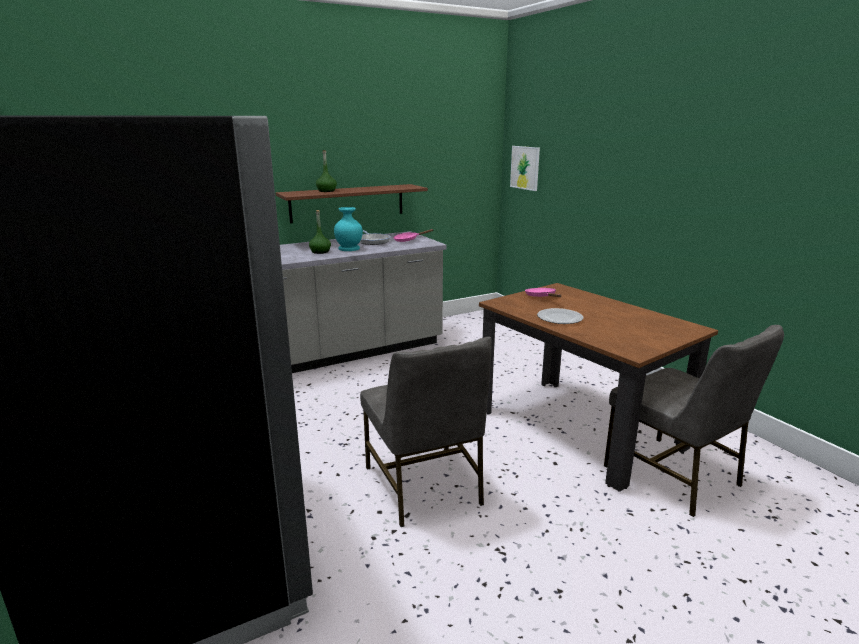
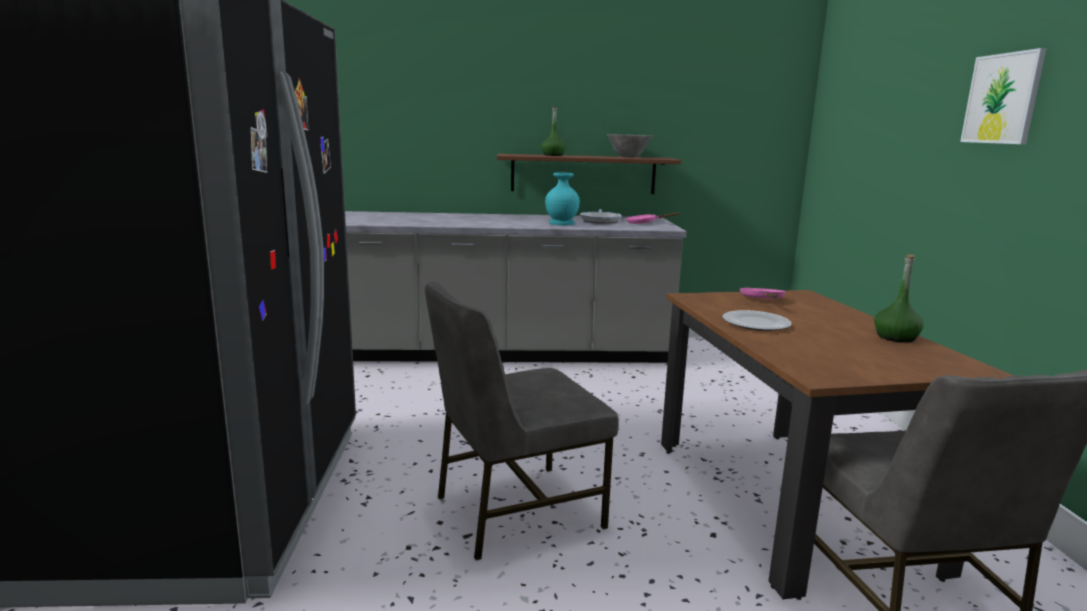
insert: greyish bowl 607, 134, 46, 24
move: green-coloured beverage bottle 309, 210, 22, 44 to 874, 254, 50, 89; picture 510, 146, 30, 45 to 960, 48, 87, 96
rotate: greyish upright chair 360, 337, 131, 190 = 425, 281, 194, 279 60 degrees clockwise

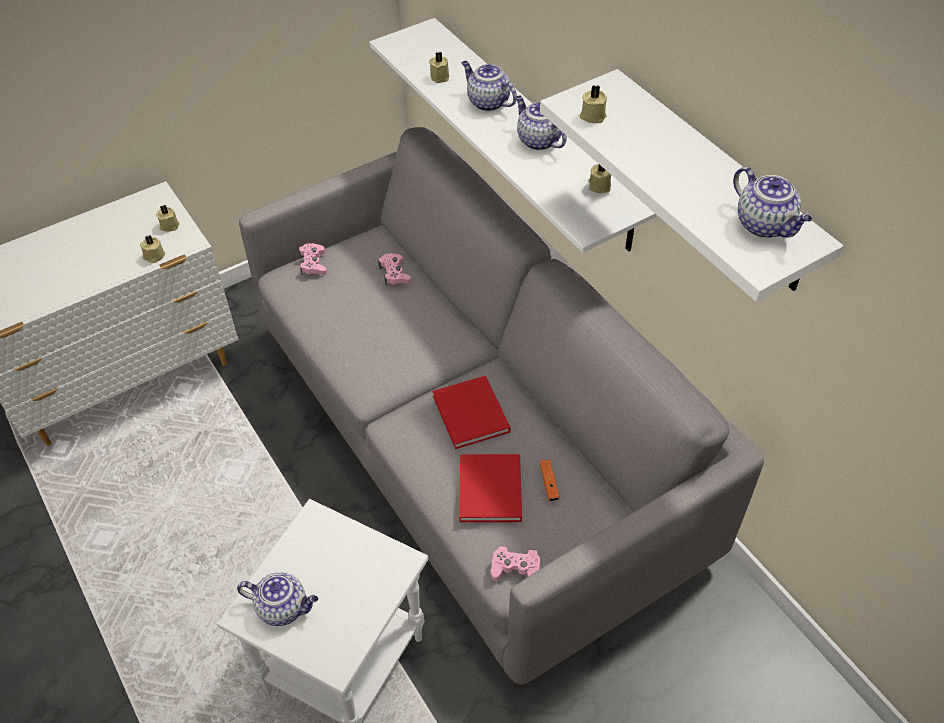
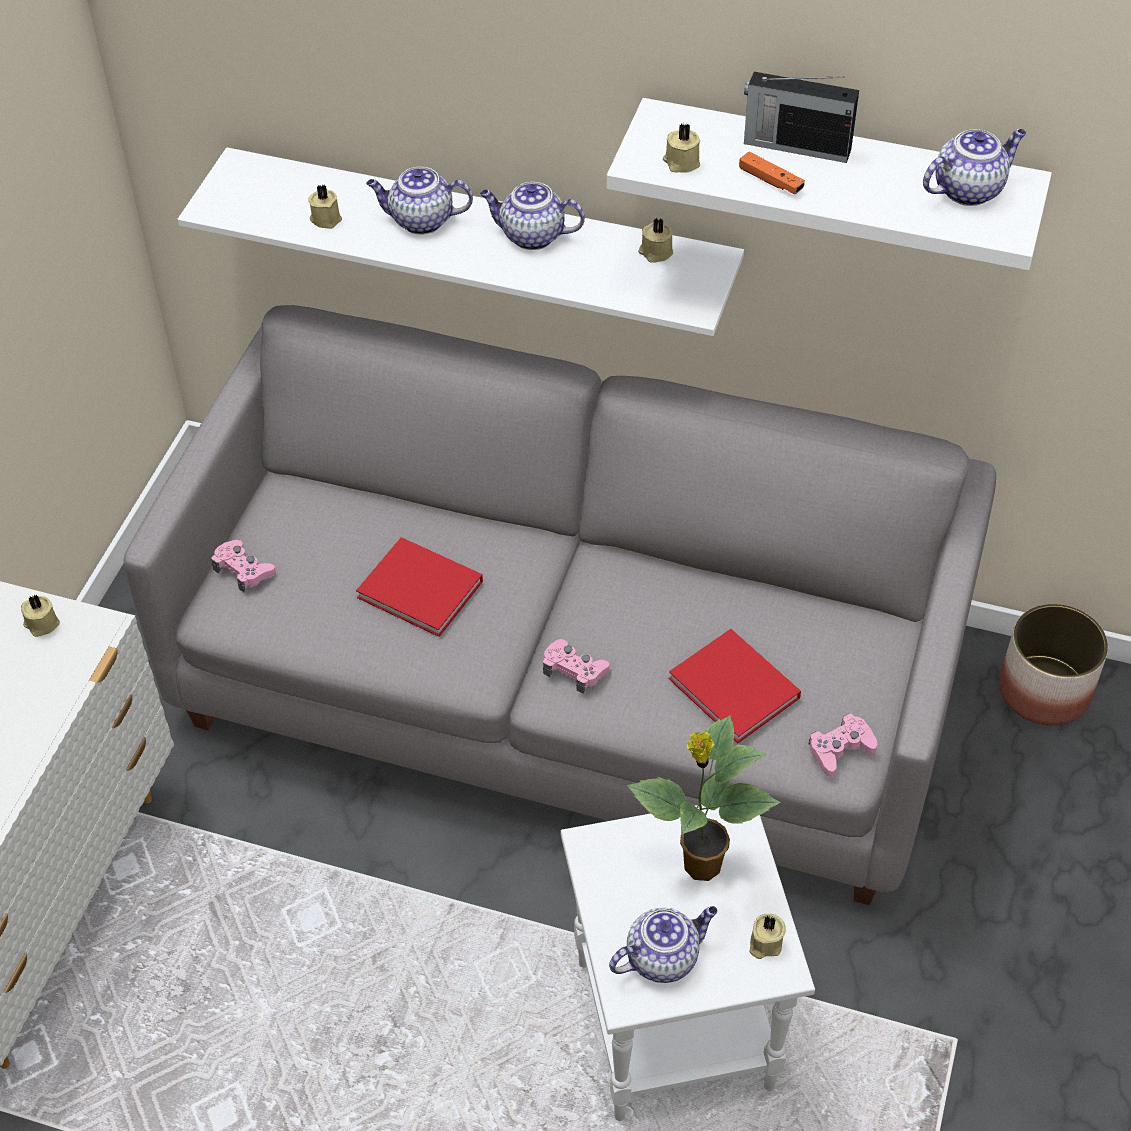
insert: plant in a pot 627, 715, 154, 166; radio set 744, 72, 115, 91; plant pot 999, 604, 109, 122
move: red volume 432, 376, 78, 73 to 356, 537, 127, 100; pinkish game controller 378, 253, 33, 33 to 543, 639, 66, 55; orangey game controller 540, 459, 20, 42 to 739, 152, 66, 42; sand-coloured wax light 140, 235, 25, 28 to 749, 914, 37, 45
rotate: pot for tea 733, 167, 79, 71 = 923, 129, 103, 77 45 degrees counterclockwise

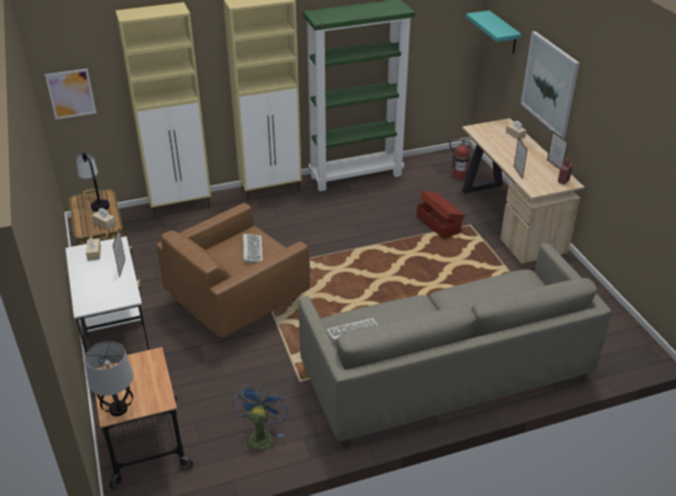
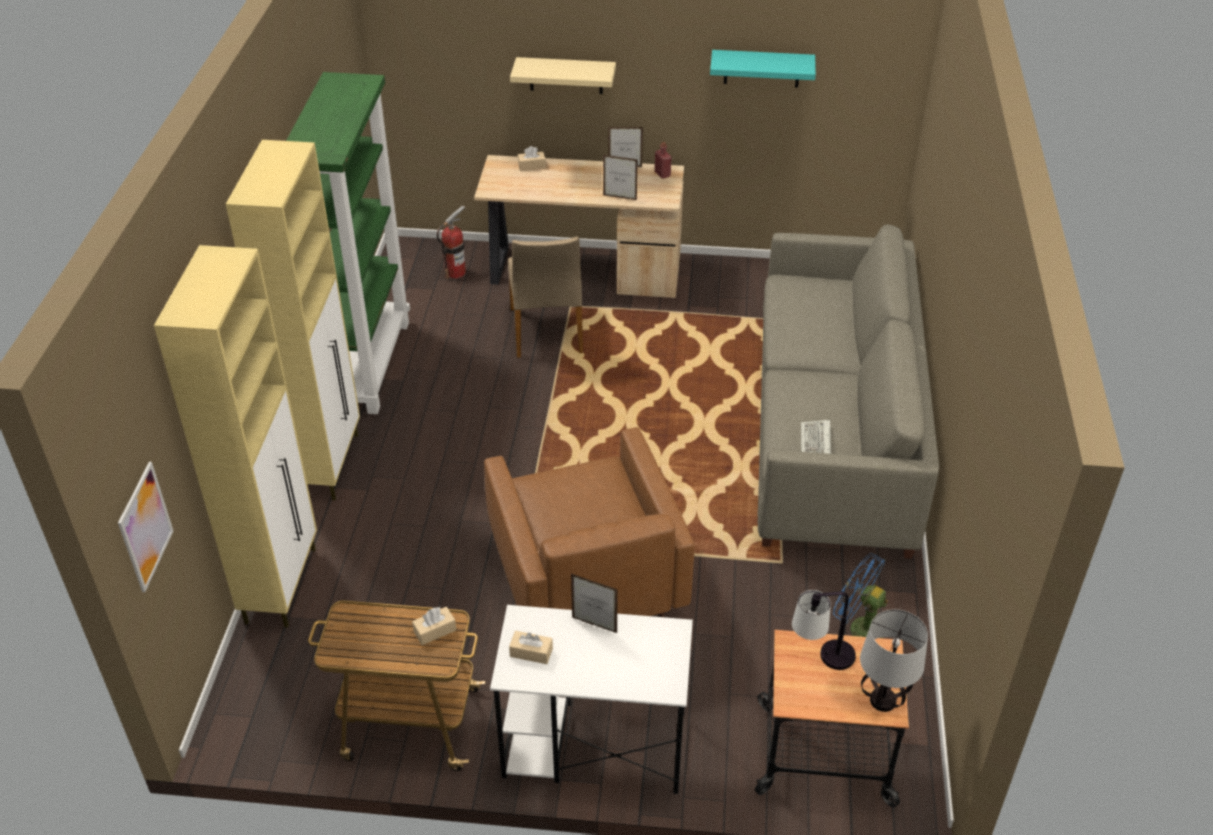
delete: PC keyboard 243, 234, 20, 29
move: blue-green wall shelf 466, 10, 56, 44 to 710, 50, 106, 38; table lamp 76, 152, 34, 60 to 792, 590, 64, 80
replace: brown storage container 417, 191, 48, 48 to sand-coloured upright chair 508, 237, 75, 121; picture 521, 31, 58, 108 to sand-coloured wall shelf 510, 57, 106, 37

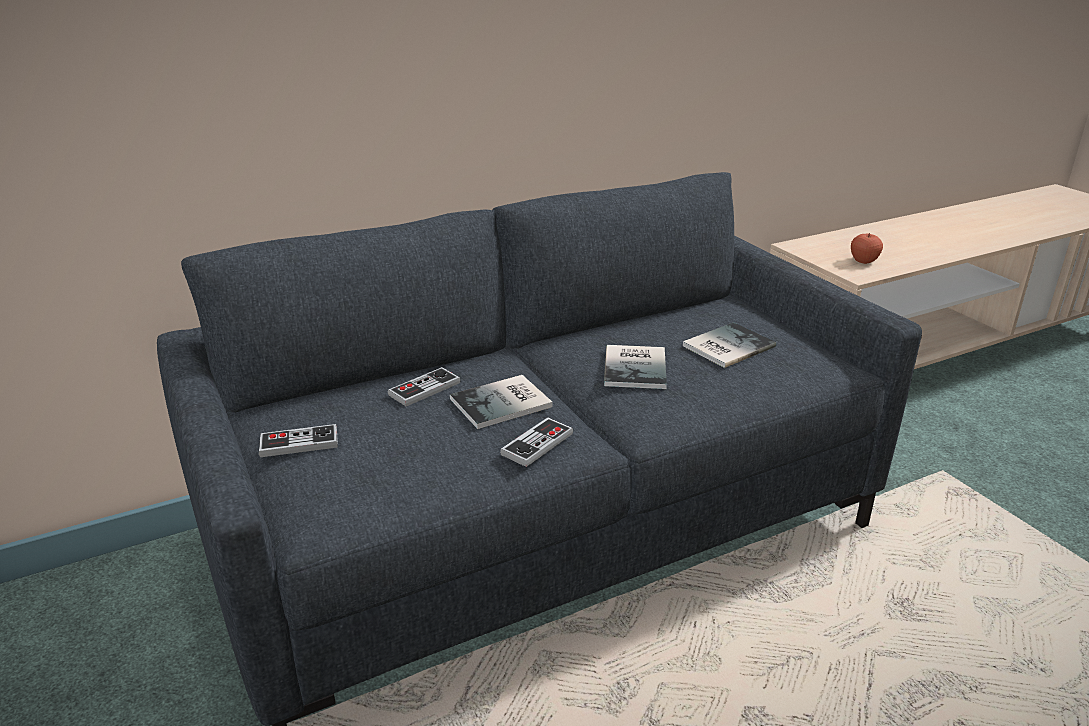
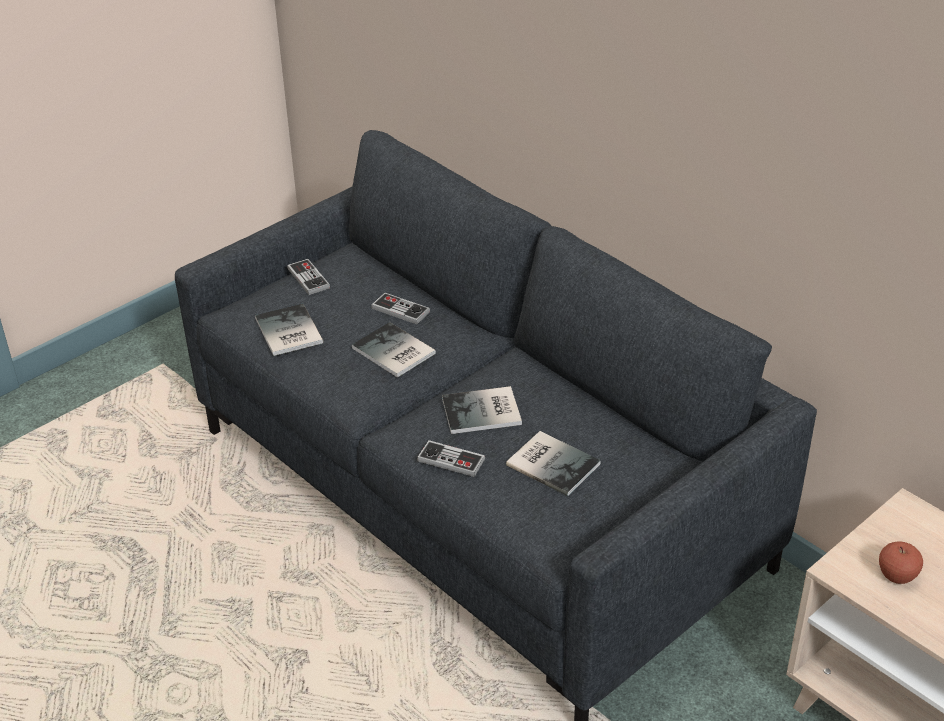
insert: volume 255, 304, 68, 52
move: game controller 500, 417, 73, 50 to 417, 440, 68, 37

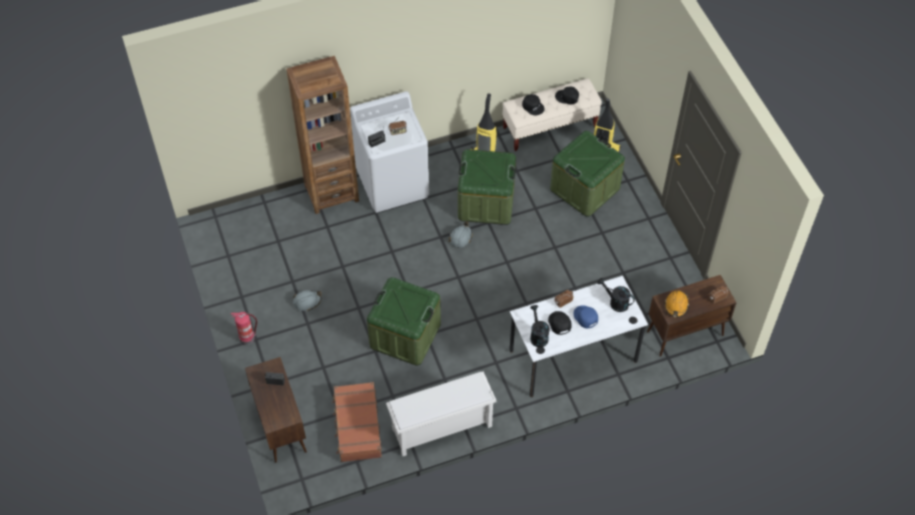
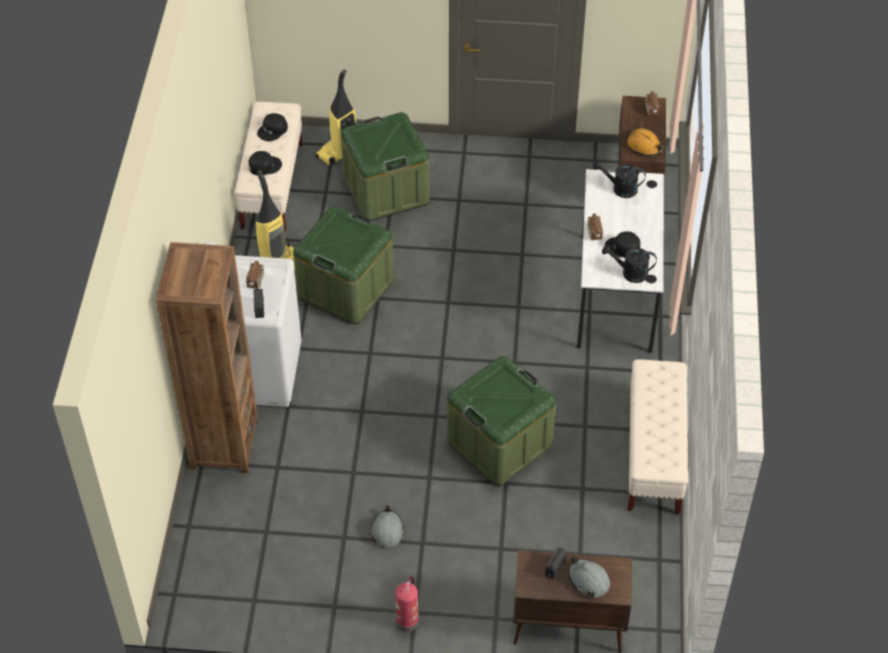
delete: brown piece of luggage 332, 382, 50, 80; bluish peaked cap 573, 305, 25, 24
move: greyish hard hat 449, 222, 23, 26 to 568, 556, 42, 42
replace: whitish shoe shelf 386, 371, 110, 85 to sand-coloured indoor bench 628, 359, 60, 155
rotate: blackish watering pot 597, 278, 38, 34 = 593, 160, 53, 38 45 degrees clockwise

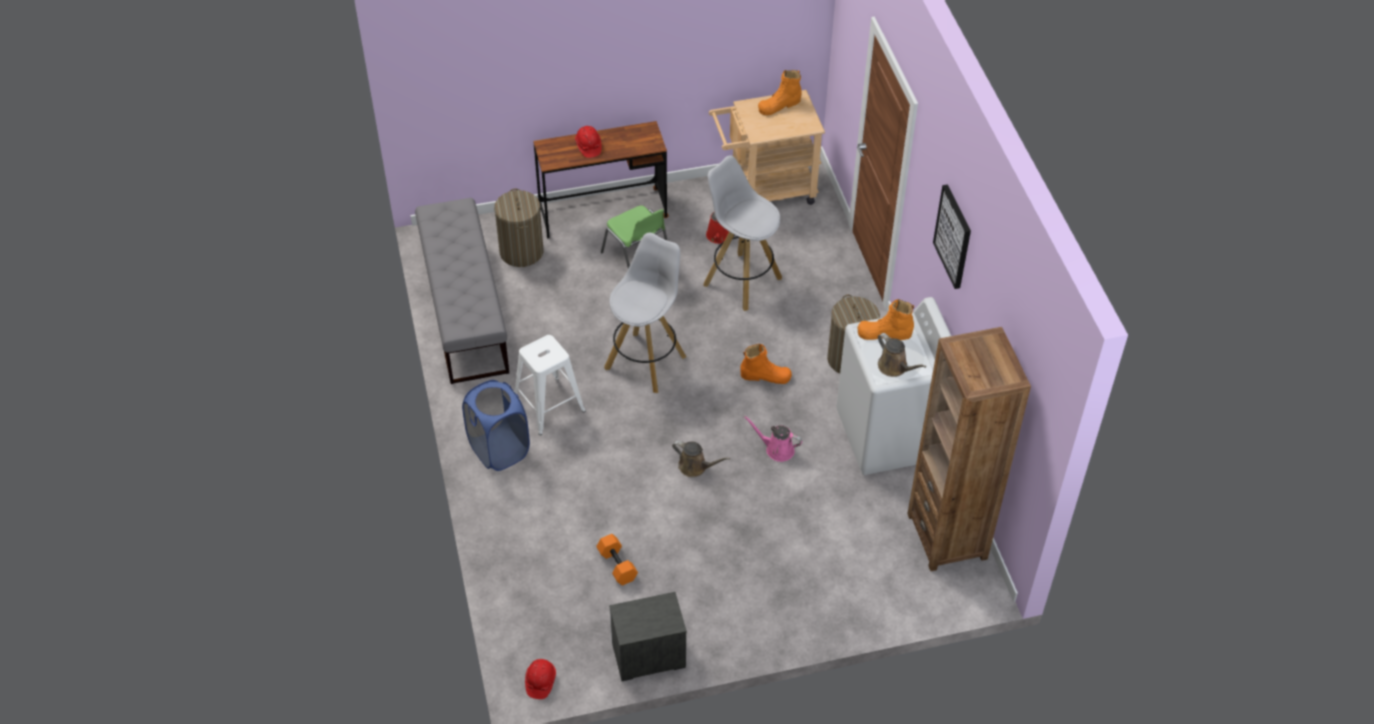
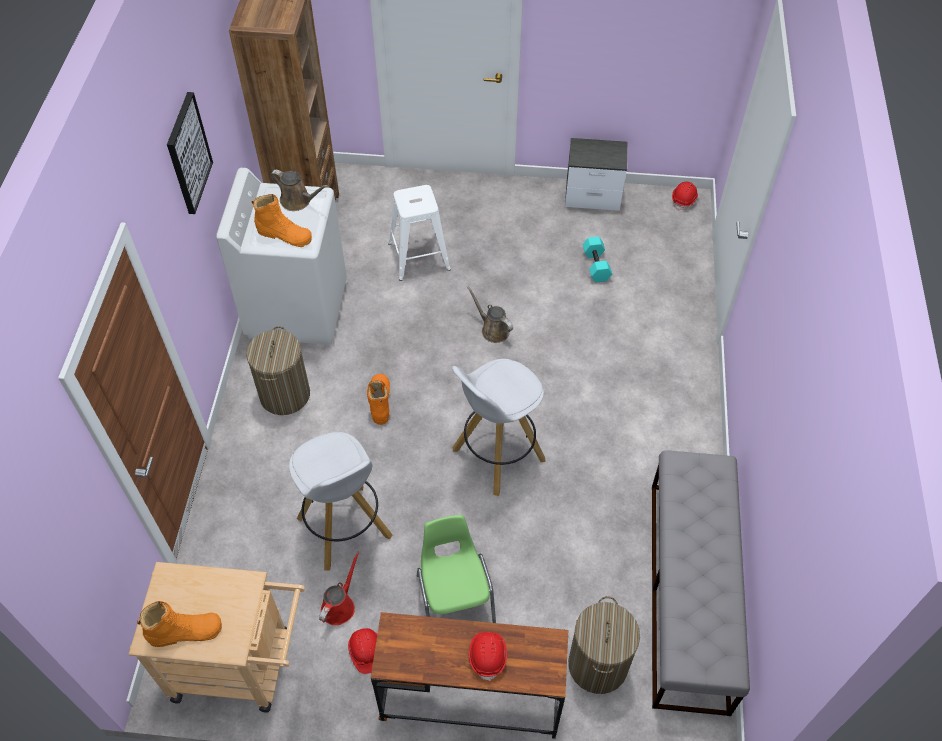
delete: bluish washing basket 462, 380, 68, 91; pinkish watering pot 744, 416, 58, 46
insert: red hard hat 348, 628, 29, 46
move: whitish stool 514, 335, 72, 100 to 388, 185, 63, 96
recolor: orangey dumbbell 596, 534, 42, 51 to blue-green dumbbell 583, 236, 29, 46
rotate: brown watering pot 878, 333, 48, 44 = 270, 170, 58, 41 135 degrees clockwise; orangey boot 740, 344, 52, 40 = 367, 374, 23, 51 60 degrees clockwise

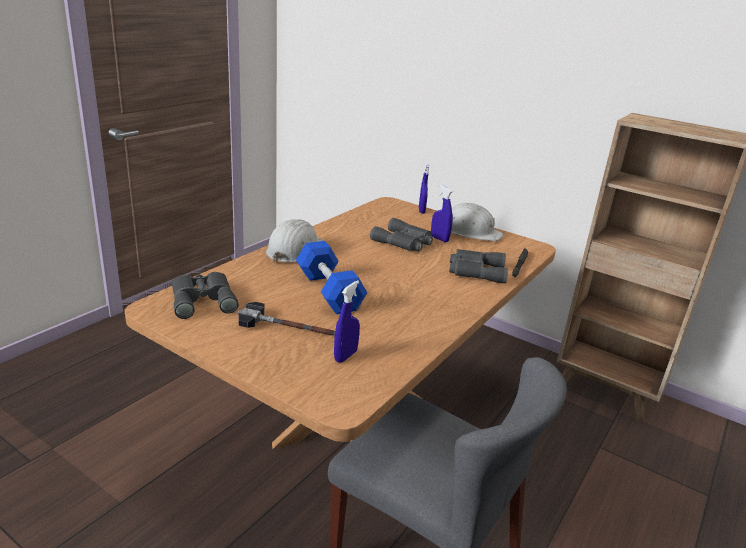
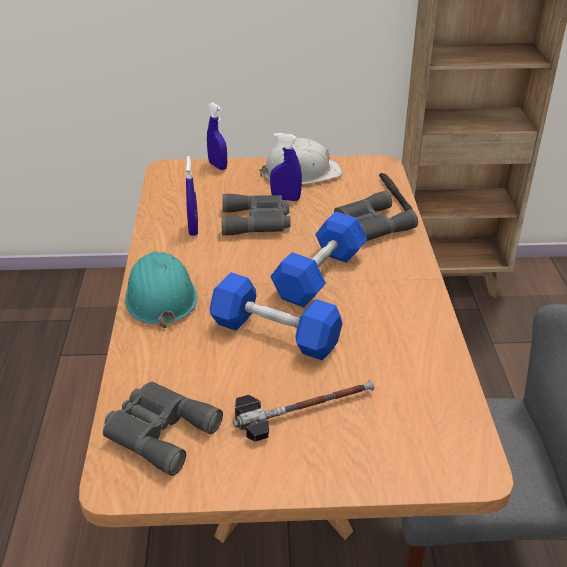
insert: bluish dumbbell 270, 211, 97, 96
move: bluish spray bottle 334, 280, 26, 83 to 186, 156, 12, 80
recolor: whitish hard hat 266, 219, 57, 44 to blue-green hard hat 125, 251, 73, 77

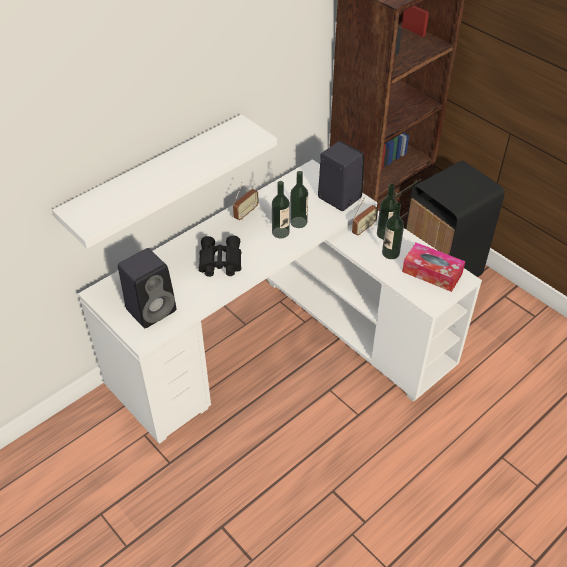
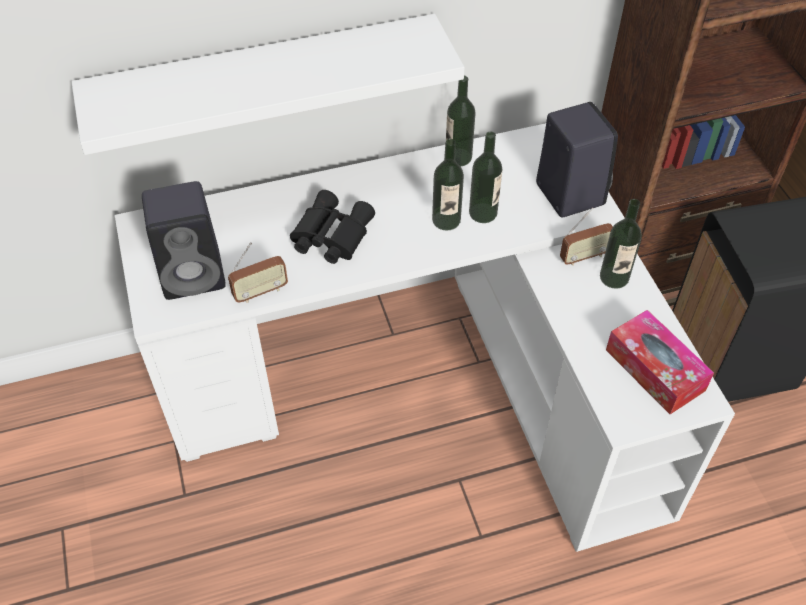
move: radio set 233, 182, 26, 38 to 228, 242, 60, 61; beverage bottle 382, 202, 22, 57 to 446, 76, 30, 90

